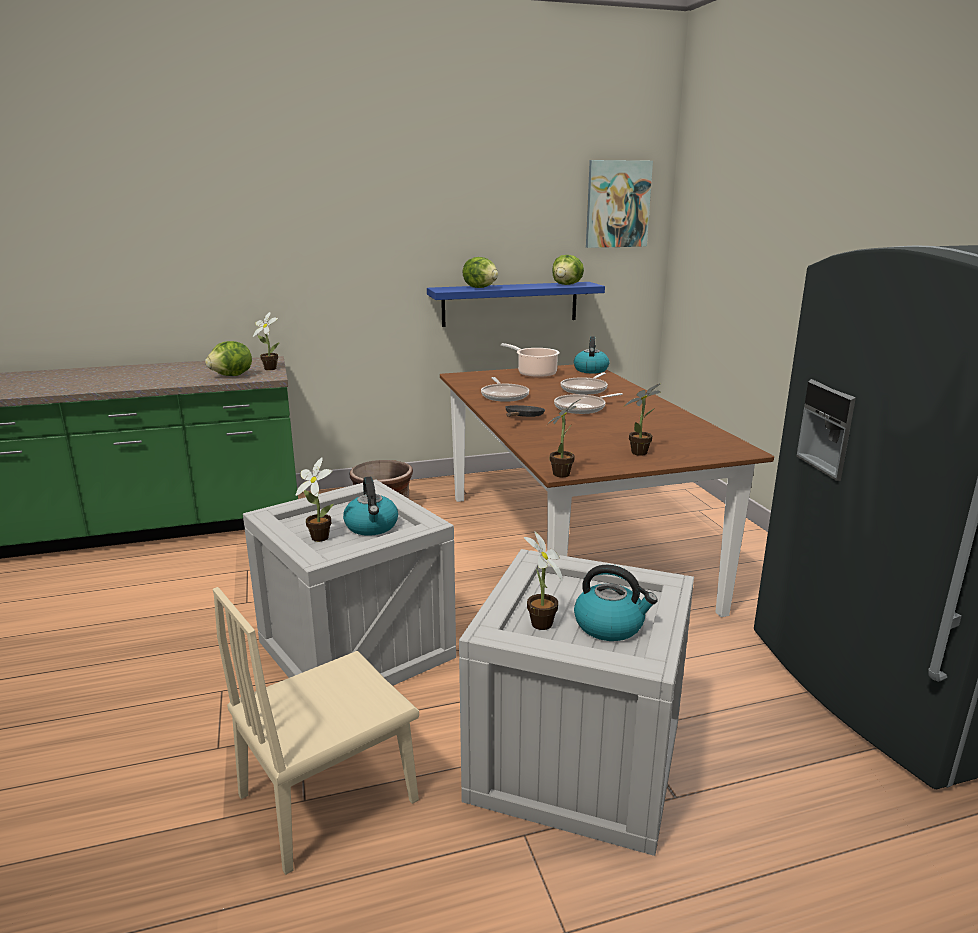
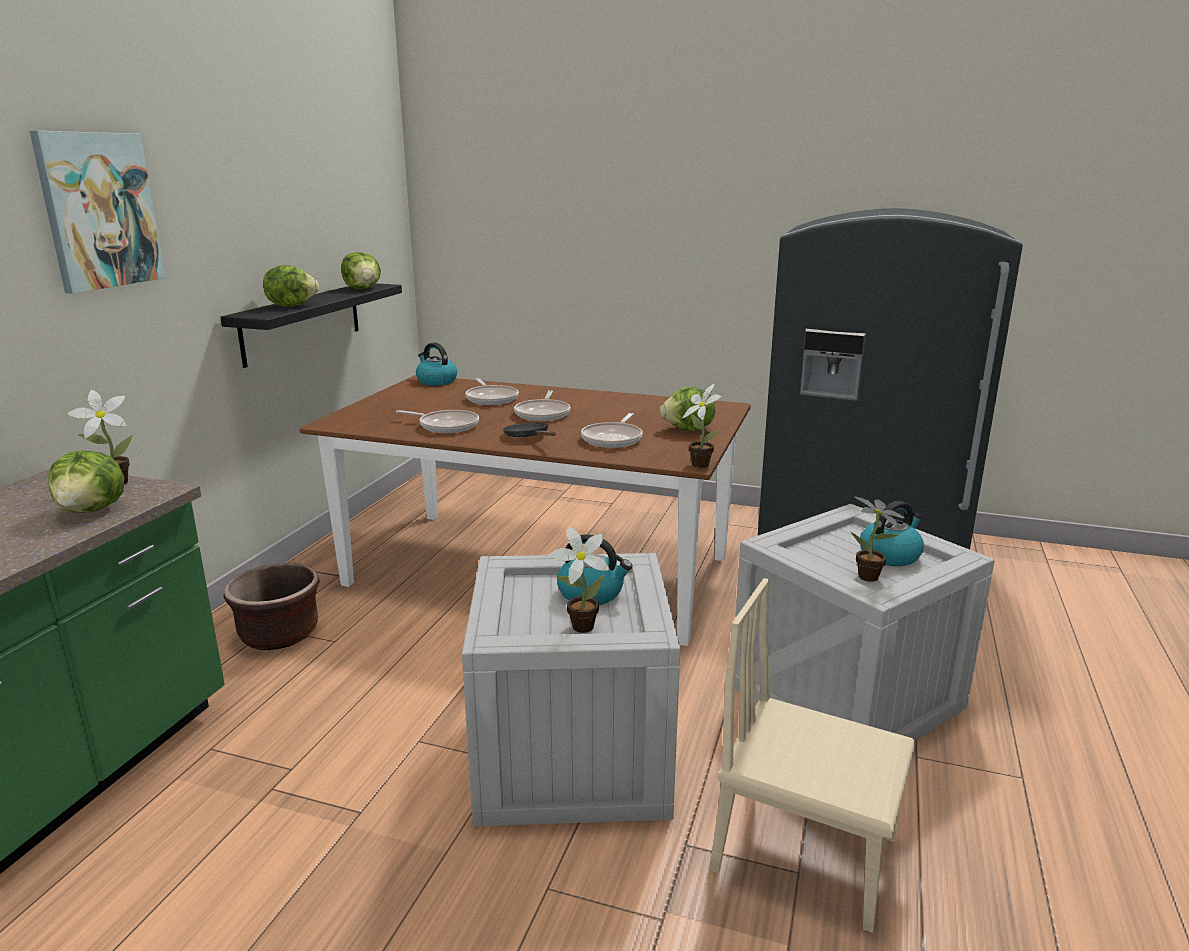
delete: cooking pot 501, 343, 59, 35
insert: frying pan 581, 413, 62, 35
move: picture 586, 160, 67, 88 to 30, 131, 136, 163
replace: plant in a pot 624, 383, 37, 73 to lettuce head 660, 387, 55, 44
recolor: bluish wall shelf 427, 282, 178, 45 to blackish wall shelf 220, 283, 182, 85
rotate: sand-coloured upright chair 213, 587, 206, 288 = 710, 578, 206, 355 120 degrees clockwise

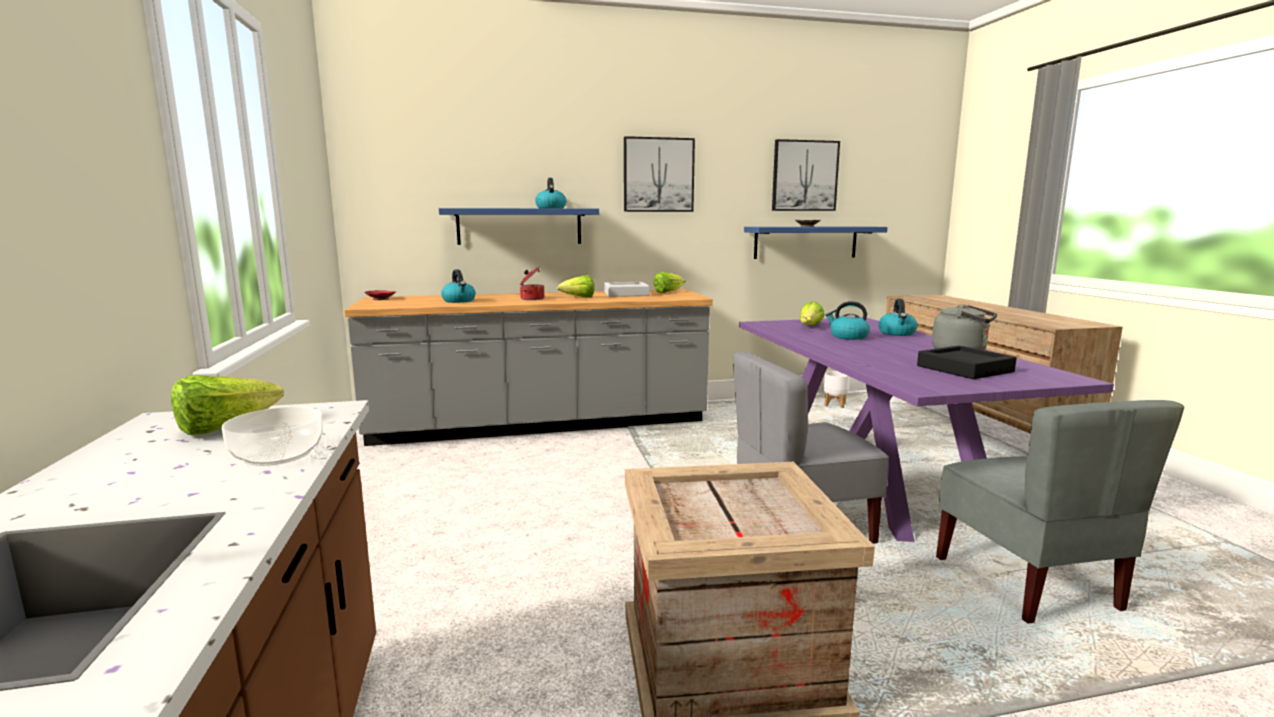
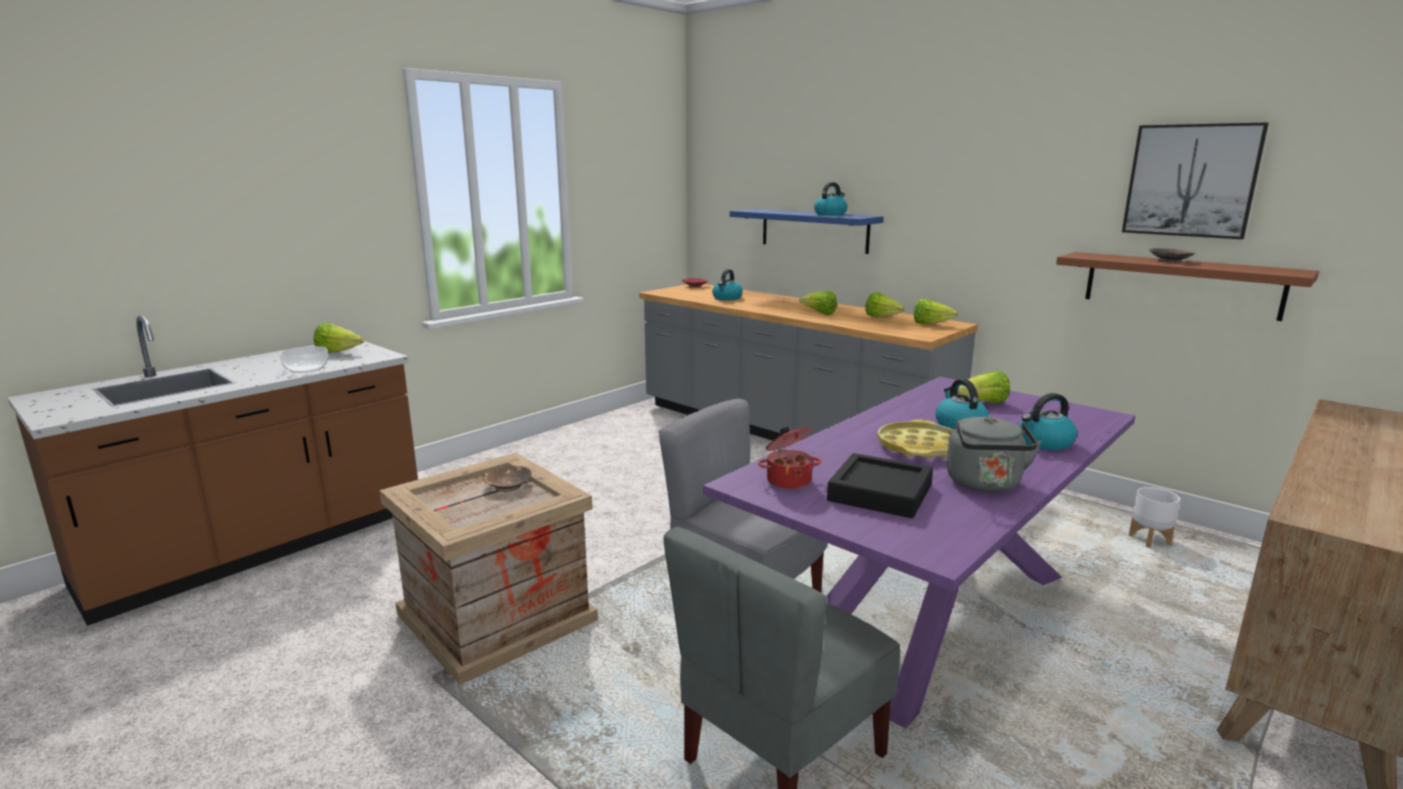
delete: picture 624, 136, 71, 76
insert: brown bowl 482, 466, 50, 26; yellow-coloured carrying tray 877, 419, 76, 40
move: cooking pot 520, 267, 24, 33 to 758, 427, 63, 63
replace: greyish carrying tray 604, 282, 46, 15 to lettuce head 865, 292, 40, 25
recolor: bluish wall shelf 744, 226, 144, 33 to brown wall shelf 1056, 252, 263, 69

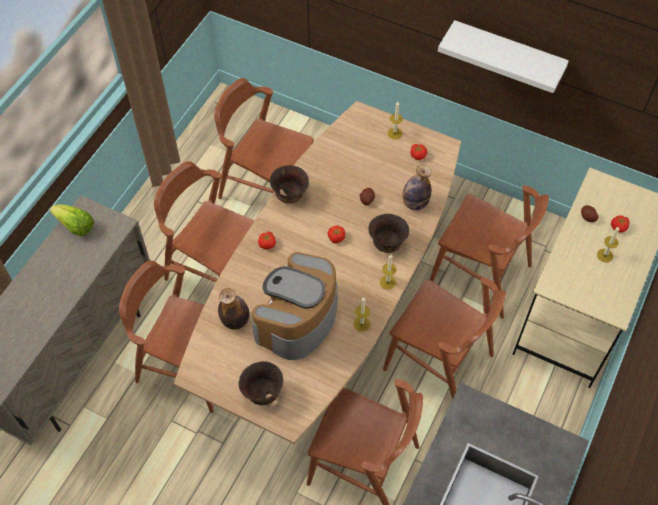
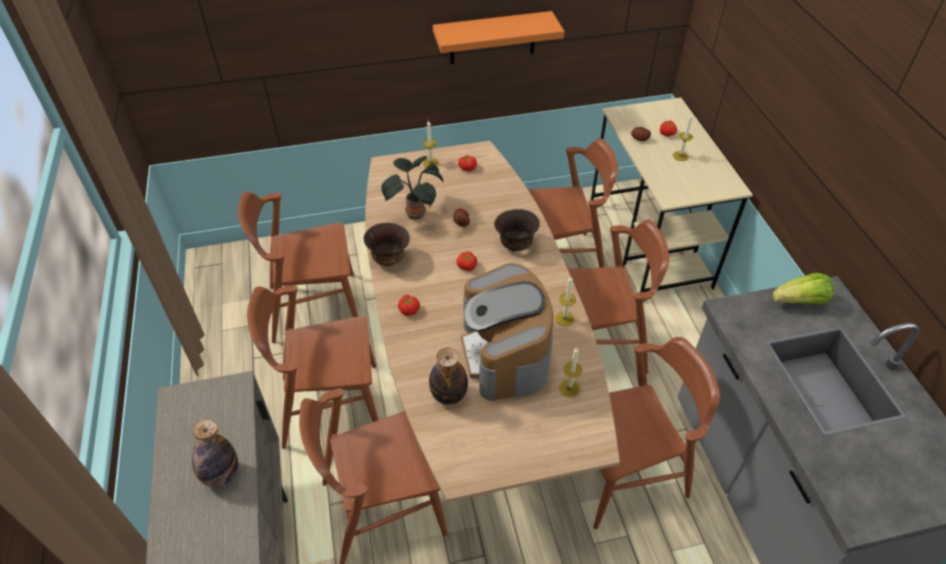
delete: brown bowl 239, 361, 44, 44
insert: plant in a pot 381, 156, 63, 64
move: beverage bottle 402, 165, 30, 45 to 192, 419, 46, 69; wax light 380, 254, 16, 36 to 559, 347, 23, 50; lettuce head 50, 204, 44, 32 to 773, 272, 61, 33
recolor: whitish wall shelf 438, 20, 131, 73 to orangey wall shelf 433, 11, 131, 53

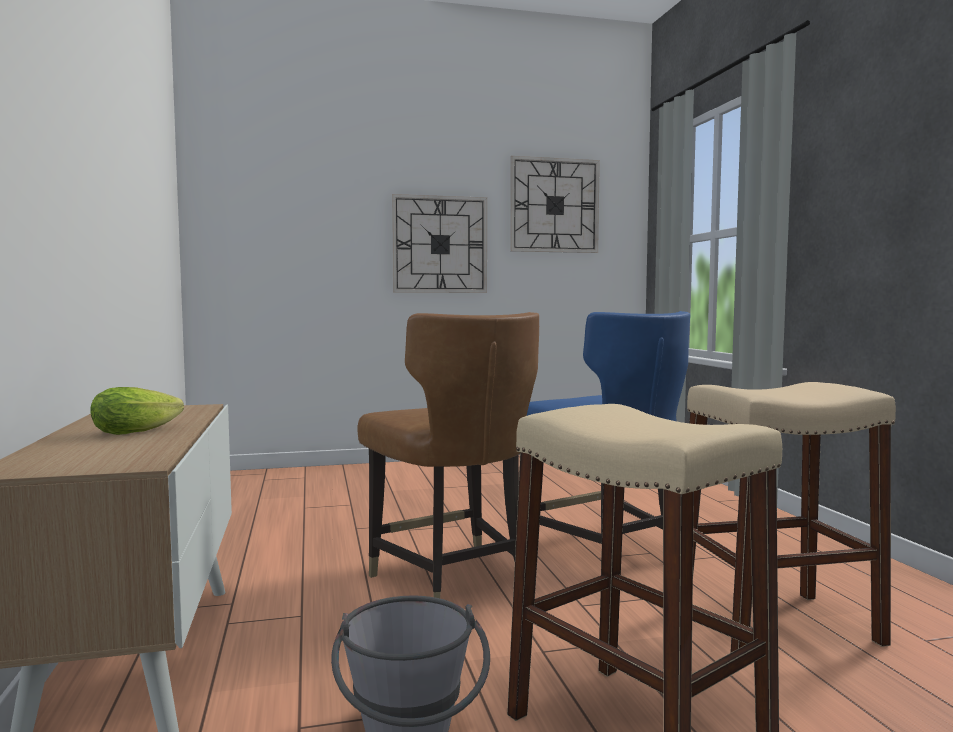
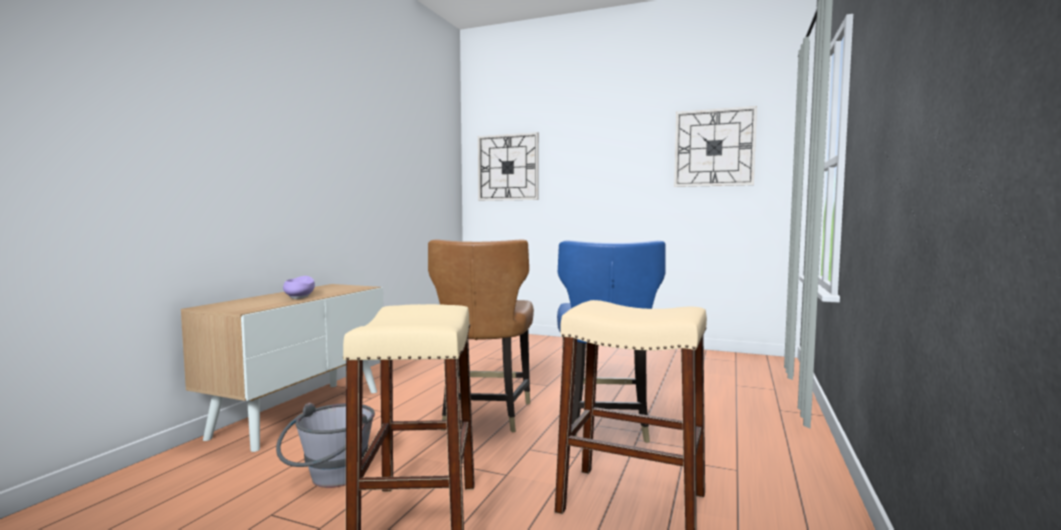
move: wall clock 392, 194, 95, 99 to 478, 132, 61, 69
replace: lettuce head 90, 387, 94, 48 to purple-coloured bowl 283, 276, 32, 23

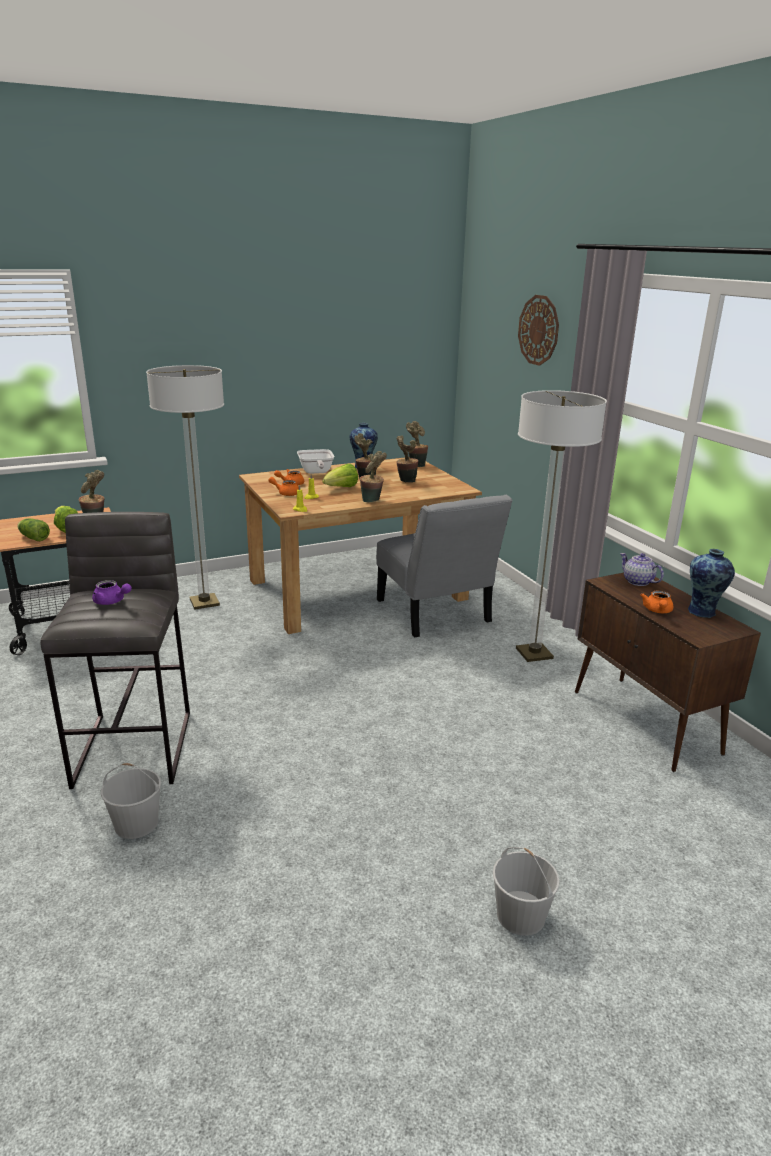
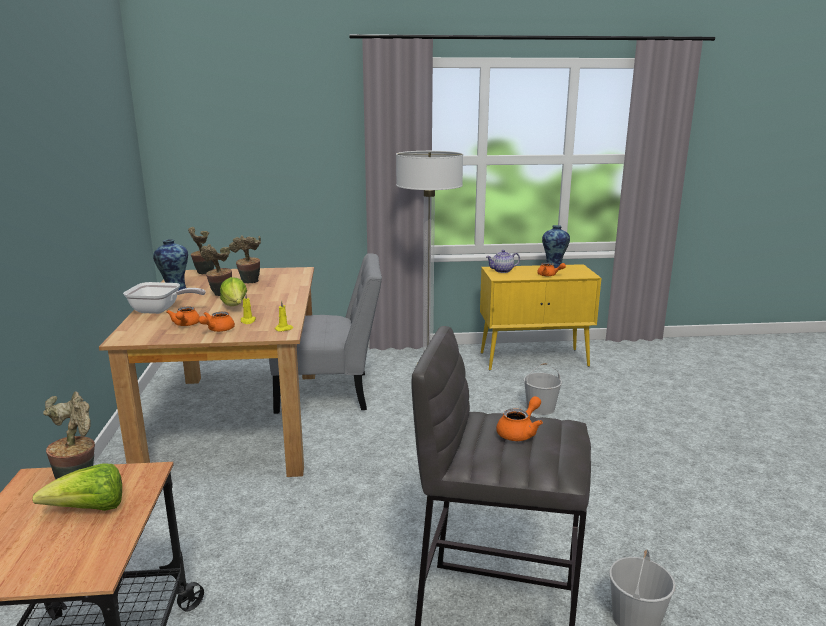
delete: lettuce head 18, 518, 32, 23; floor lamp 146, 365, 78, 245; plant in a pot 360, 451, 27, 51; wall clock 518, 295, 41, 71
move: whitish bucket 493, 847, 67, 89 to 524, 363, 38, 52
recolor: brown cupboard 575, 573, 186, 199 to yellow-coloured cupboard 480, 264, 121, 107; purple-coloured pot for tea 92, 580, 40, 25 to orangey pot for tea 496, 396, 47, 45

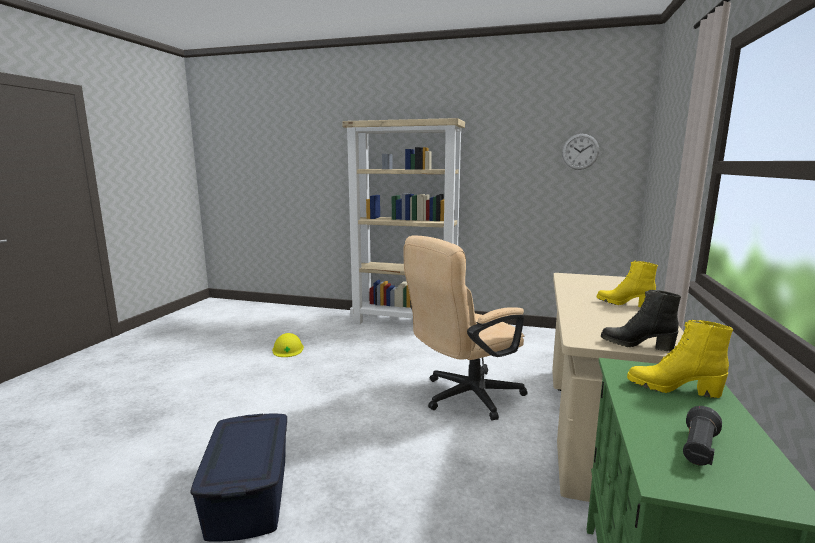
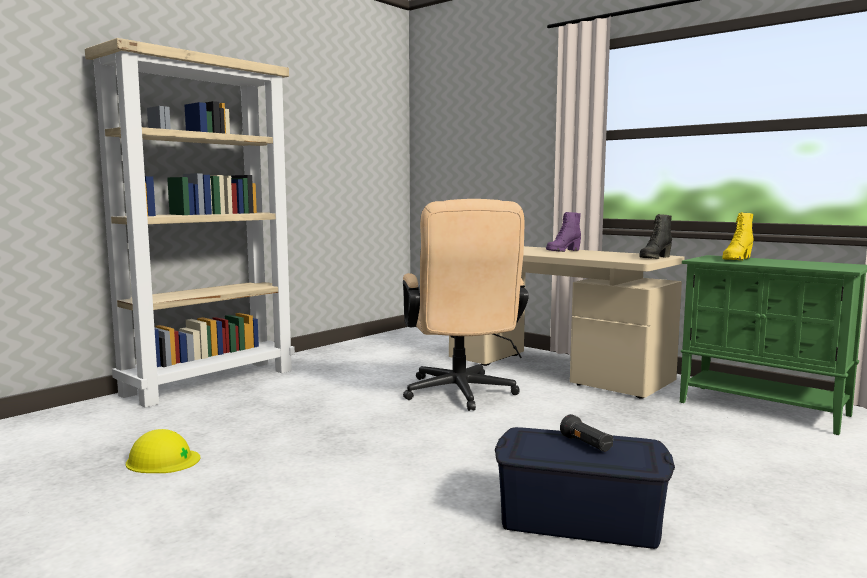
delete: wall clock 562, 134, 37, 36
move: blackish hand torch 683, 406, 39, 60 to 560, 414, 53, 38
recolor: yellow-coloured boot 597, 261, 61, 46 to purple-coloured boot 546, 212, 35, 40

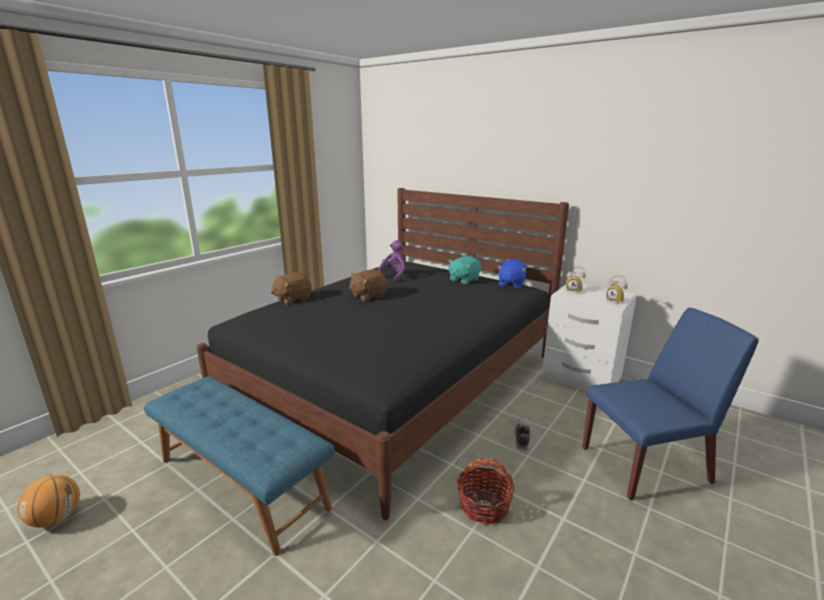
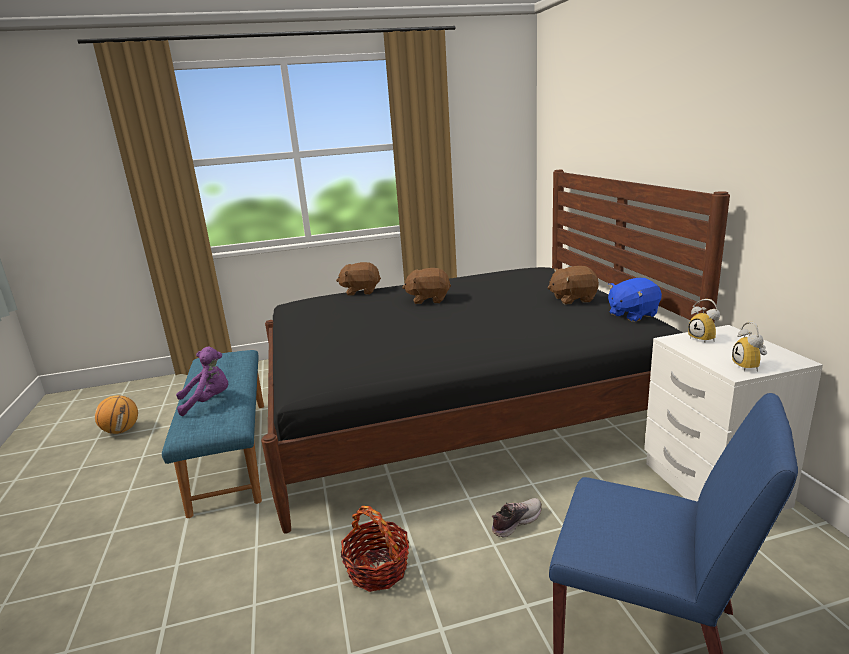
move: purple-coloured plush toy 378, 240, 27, 42 to 176, 347, 52, 69
recolor: blue-green plush toy 448, 256, 33, 28 to brown plush toy 547, 266, 52, 39

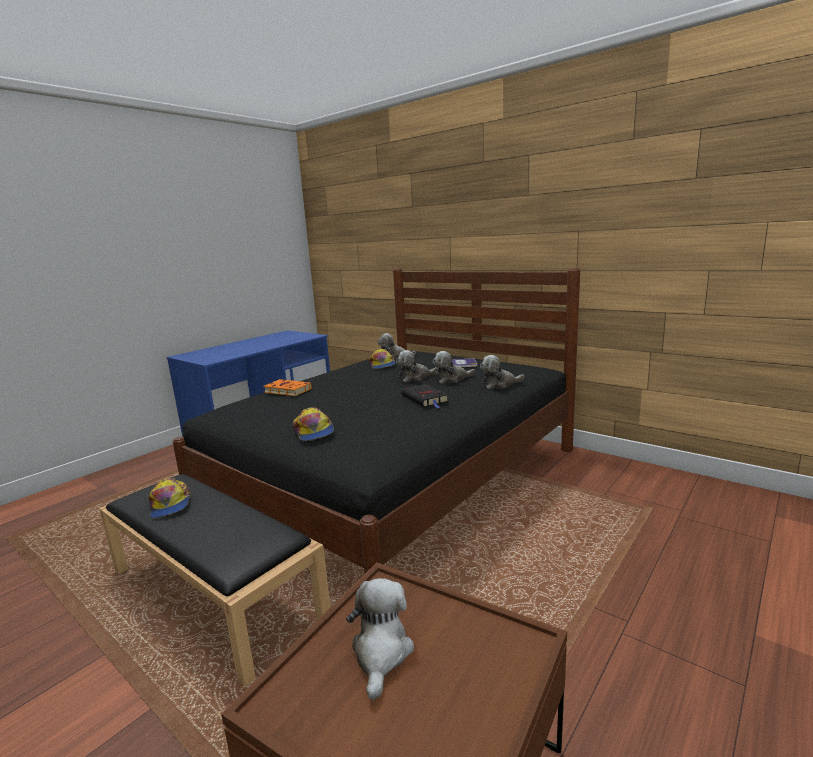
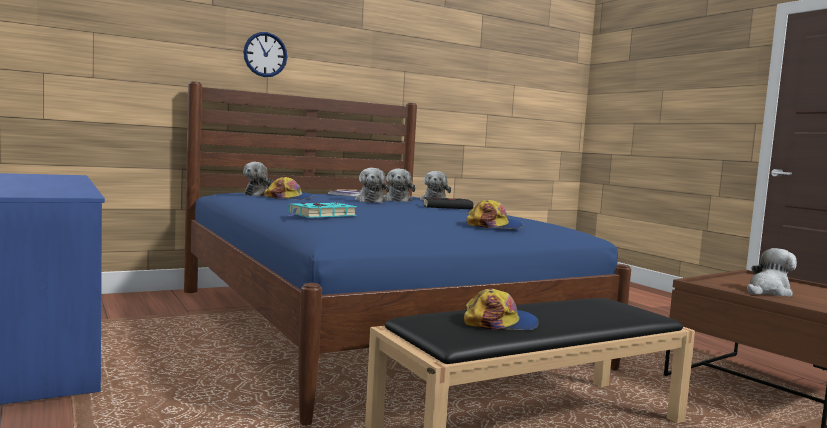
insert: wall clock 243, 32, 44, 45
recolor: blackish bedroom bed 173, 268, 407, 306 to bluish bedroom bed 184, 81, 447, 345; orangey volume 263, 379, 49, 17 to blue-green volume 286, 202, 71, 16
rotate: plush toy 346, 578, 68, 122 = 747, 248, 50, 49 120 degrees clockwise

